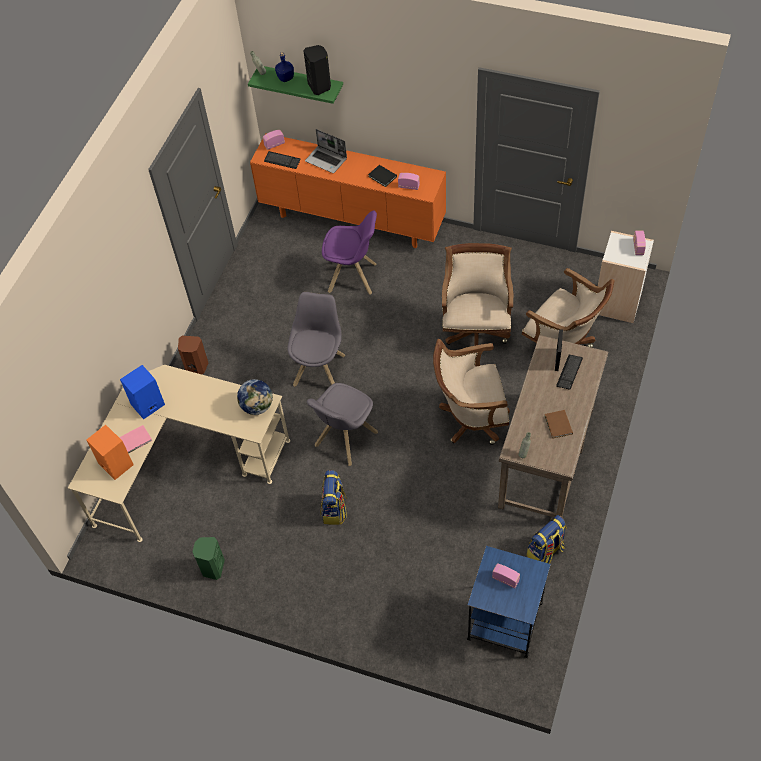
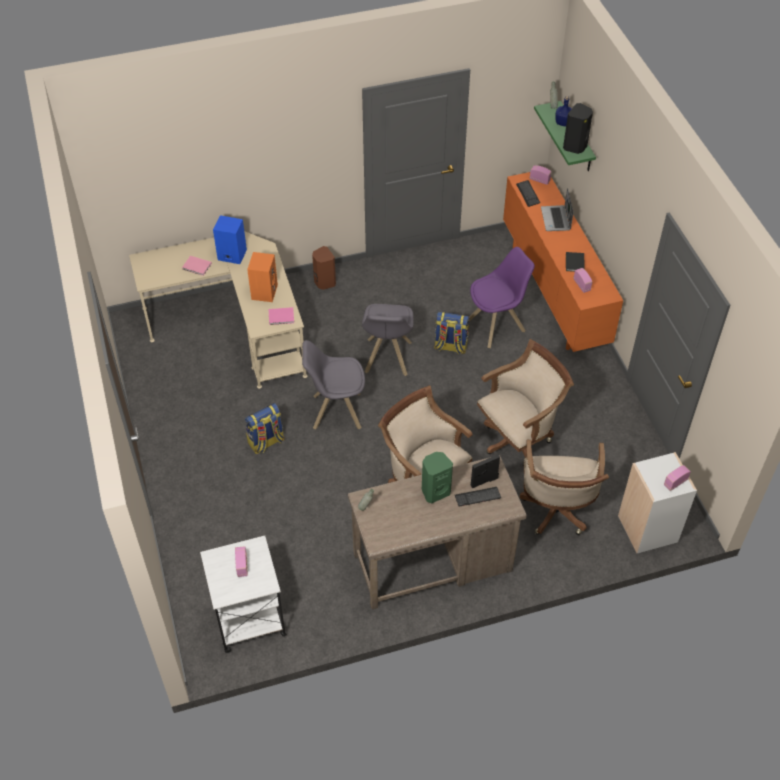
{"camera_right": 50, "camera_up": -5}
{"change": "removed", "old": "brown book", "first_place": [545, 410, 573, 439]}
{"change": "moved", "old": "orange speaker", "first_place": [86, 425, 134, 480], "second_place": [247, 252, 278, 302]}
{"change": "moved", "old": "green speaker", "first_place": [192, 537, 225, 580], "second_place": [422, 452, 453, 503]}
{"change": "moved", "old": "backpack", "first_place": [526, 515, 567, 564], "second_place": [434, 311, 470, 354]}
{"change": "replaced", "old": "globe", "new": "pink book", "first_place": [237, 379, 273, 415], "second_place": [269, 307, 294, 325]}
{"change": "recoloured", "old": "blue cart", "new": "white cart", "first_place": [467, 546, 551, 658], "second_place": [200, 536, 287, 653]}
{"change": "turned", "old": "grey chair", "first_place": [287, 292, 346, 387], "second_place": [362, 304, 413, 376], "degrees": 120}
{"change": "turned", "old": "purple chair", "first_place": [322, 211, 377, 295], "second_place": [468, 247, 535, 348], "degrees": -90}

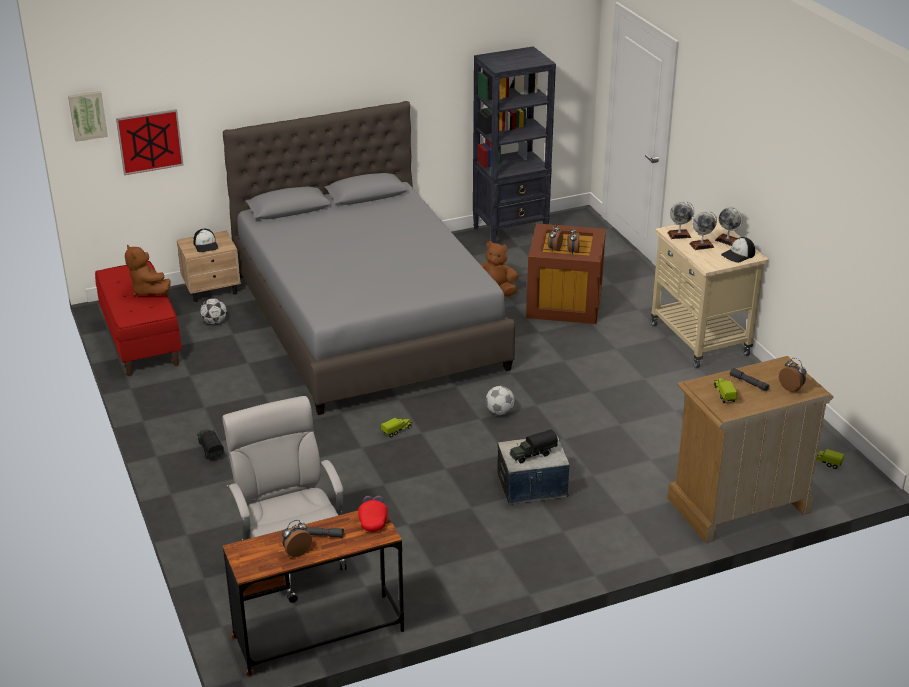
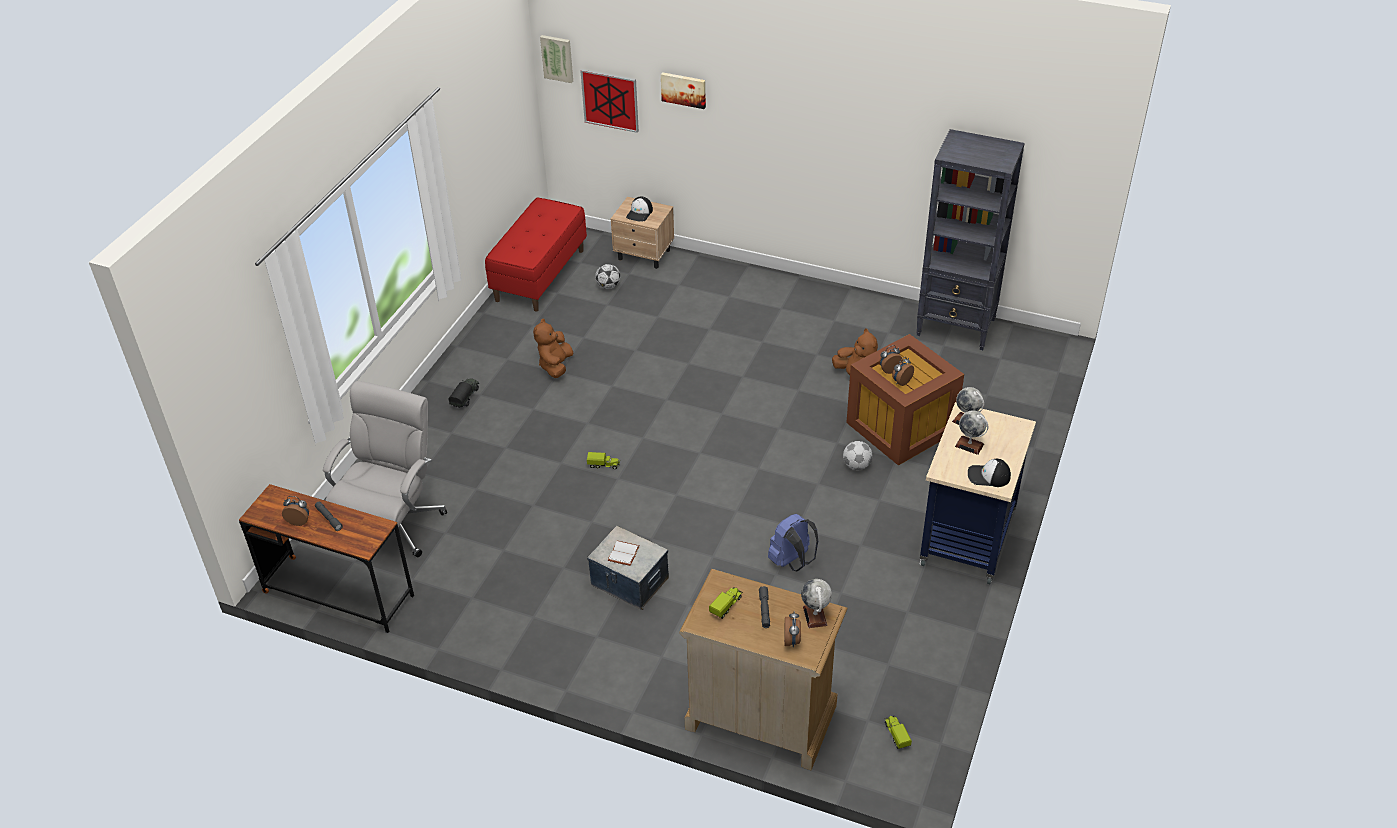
{"camera_right": 45, "camera_up": 10}
{"change": "removed", "old": "grey bed", "first_place": [223, 101, 516, 415]}
{"change": "removed", "old": "red cap", "first_place": [358, 496, 388, 532]}
{"change": "added", "new": "picture", "second_place": [661, 72, 706, 109]}
{"change": "added", "new": "blue backpack", "second_place": [768, 514, 818, 571]}
{"change": "moved", "old": "brown plush toy", "first_place": [125, 245, 171, 296], "second_place": [533, 319, 573, 378]}
{"change": "moved", "old": "football", "first_place": [486, 386, 515, 415], "second_place": [843, 441, 873, 470]}
{"change": "moved", "old": "globe", "first_place": [715, 207, 743, 246], "second_place": [801, 579, 832, 628]}
{"change": "replaced", "old": "toy truck", "new": "white book", "first_place": [510, 430, 558, 463], "second_place": [608, 541, 640, 566]}
{"change": "recoloured", "old": "beige cart", "new": "blue cart", "first_place": [650, 217, 769, 368], "second_place": [919, 402, 1036, 584]}

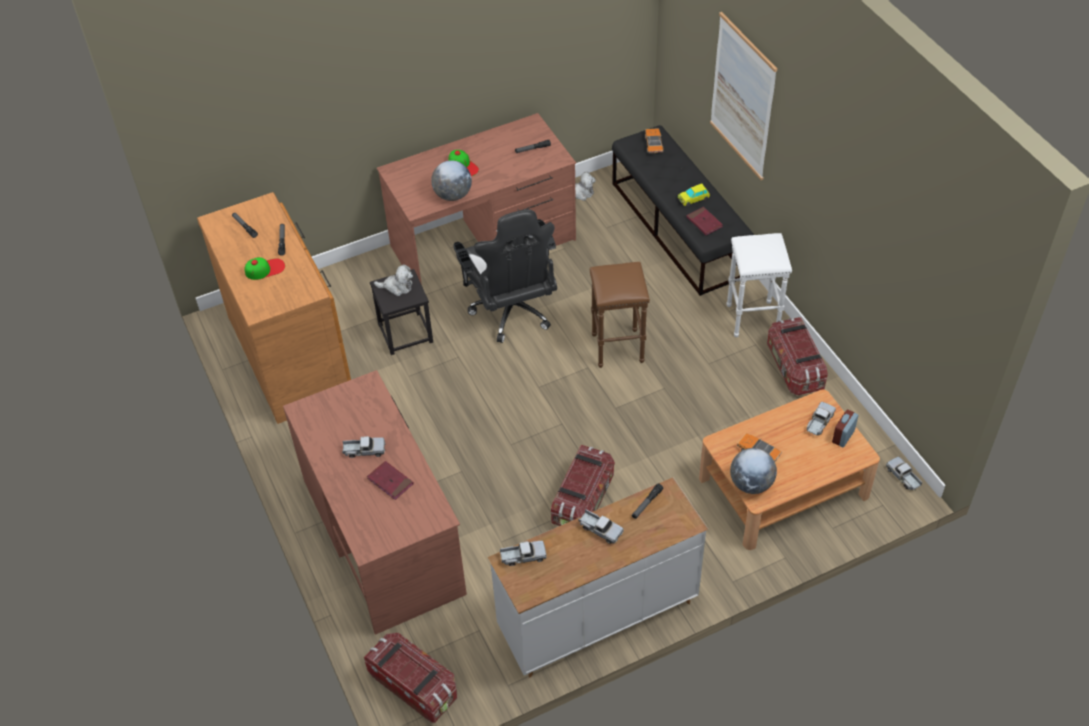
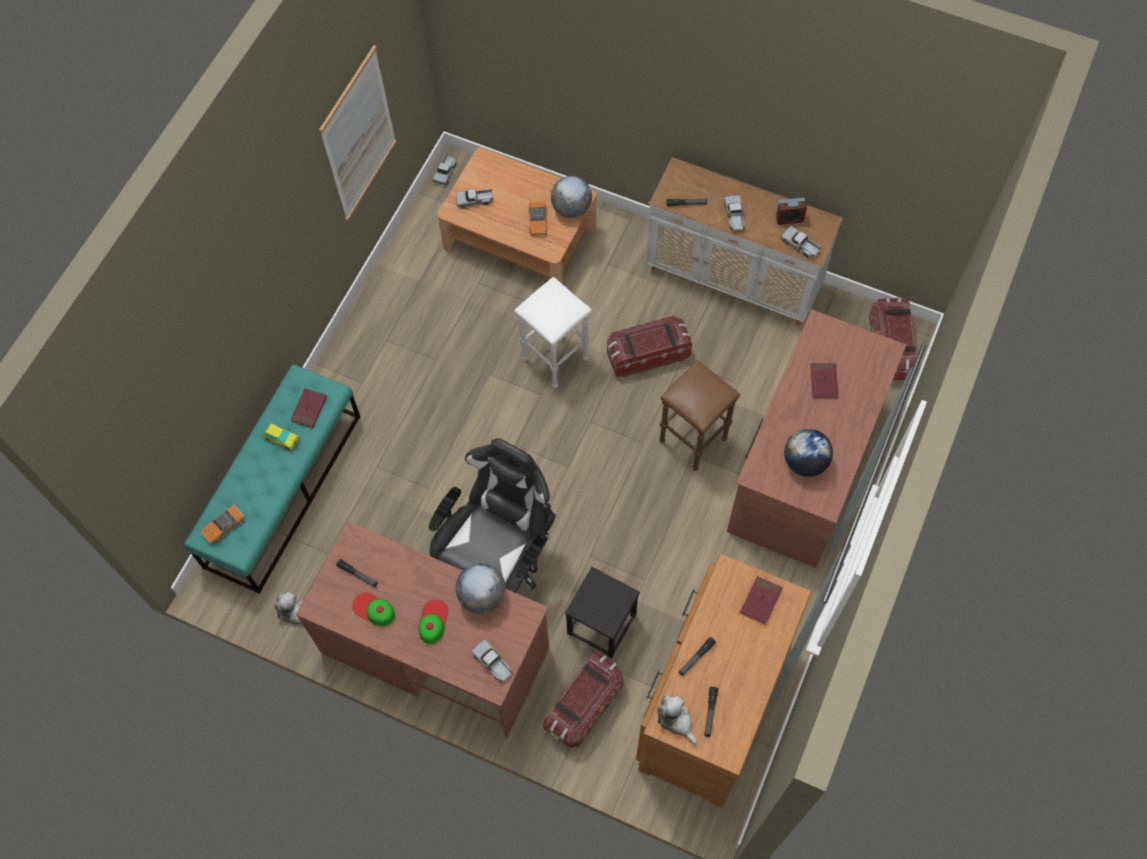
{"camera_right": -130, "camera_up": 15}
{"change": "added", "new": "red book", "second_place": [740, 576, 782, 625]}
{"change": "added", "new": "globe", "second_place": [784, 429, 833, 477]}
{"change": "moved", "old": "cap", "first_place": [244, 257, 285, 280], "second_place": [352, 592, 395, 626]}
{"change": "moved", "old": "toy truck", "first_place": [342, 436, 385, 458], "second_place": [471, 639, 513, 682]}
{"change": "moved", "old": "plush toy", "first_place": [374, 265, 413, 296], "second_place": [657, 695, 696, 745]}
{"change": "moved", "old": "brown stool", "first_place": [589, 262, 650, 368], "second_place": [659, 360, 740, 471]}
{"change": "moved", "old": "picture", "first_place": [710, 12, 777, 180], "second_place": [319, 45, 396, 221]}
{"change": "moved", "old": "white stool", "first_place": [727, 233, 792, 337], "second_place": [514, 277, 592, 388]}
{"change": "moved", "old": "storage box", "first_place": [767, 317, 828, 395], "second_place": [543, 651, 624, 748]}
{"change": "moved", "old": "alarm clock", "first_place": [832, 410, 858, 448], "second_place": [775, 198, 807, 225]}
{"change": "recoloured", "old": "black bench", "new": "turquoise bench", "first_place": [612, 125, 754, 296], "second_place": [185, 365, 360, 594]}

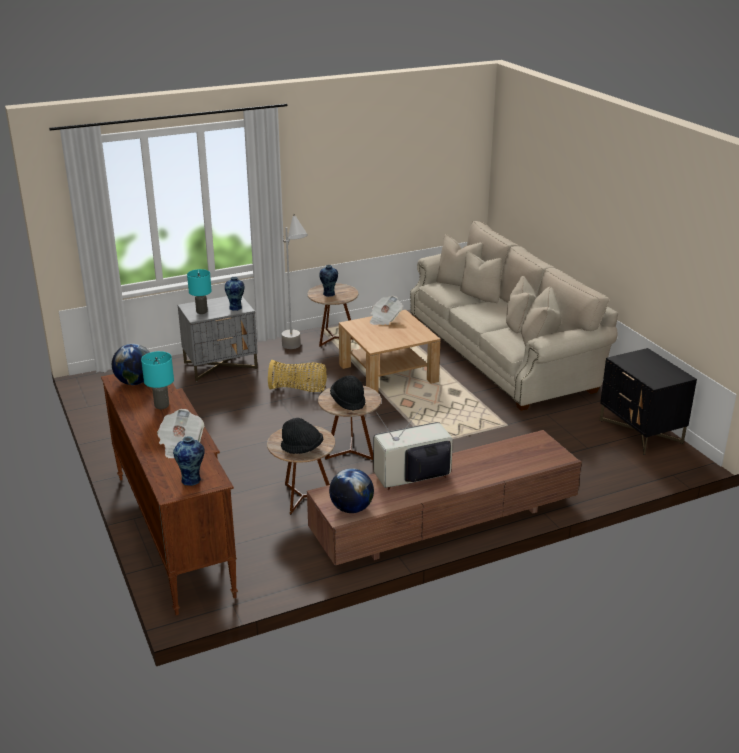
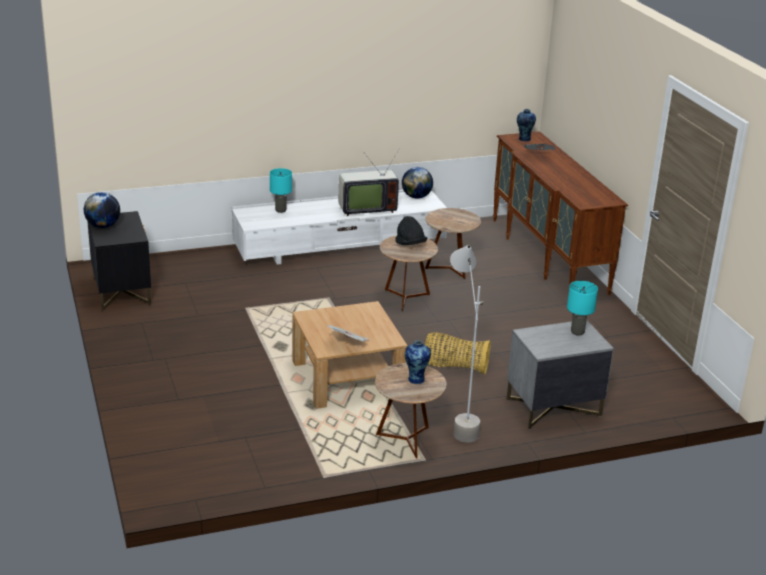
{"camera_right": -175, "camera_up": 0}
{"change": "removed", "old": "vase", "first_place": [225, 277, 244, 311]}
{"change": "removed", "old": "black hat", "first_place": [281, 418, 323, 454]}
{"change": "removed", "old": "beige sofa", "first_place": [410, 221, 618, 411]}
{"change": "moved", "old": "globe", "first_place": [112, 344, 150, 385], "second_place": [84, 192, 120, 228]}
{"change": "moved", "old": "turquoise table lamp", "first_place": [141, 351, 174, 409], "second_place": [270, 168, 292, 213]}
{"change": "recoloured", "old": "brown tv stand", "new": "white tv stand", "first_place": [307, 430, 582, 565], "second_place": [232, 190, 447, 265]}

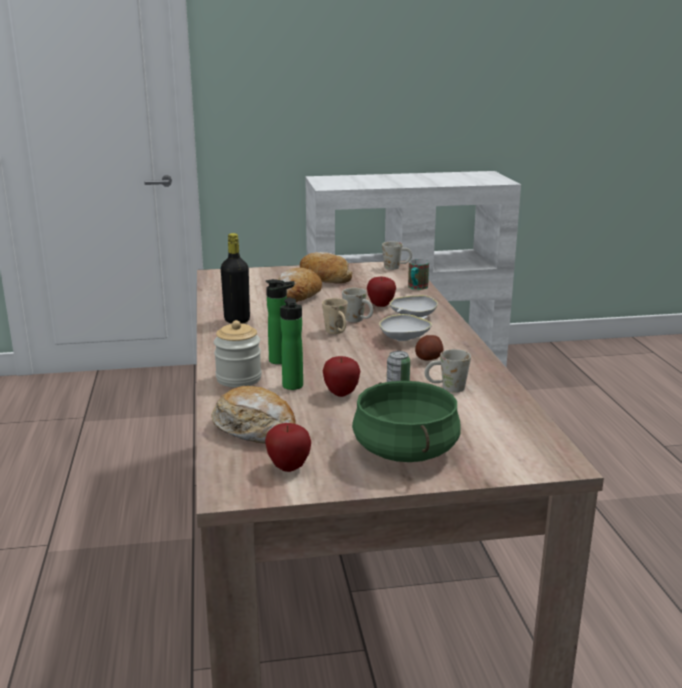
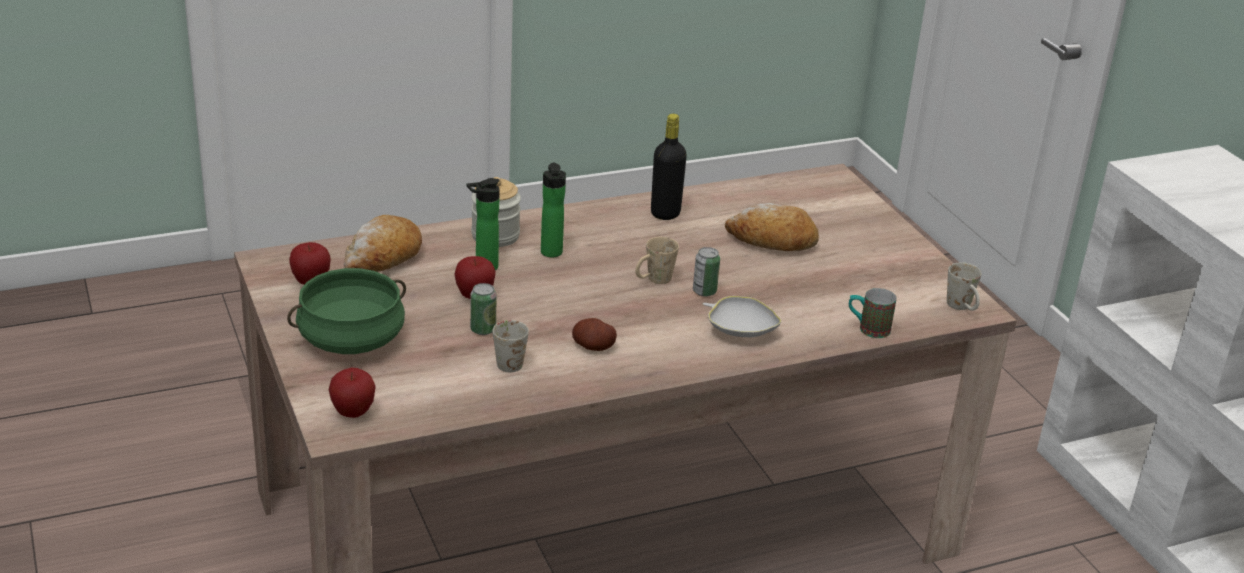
{"camera_right": 75, "camera_up": 10}
{"change": "removed", "old": "bread", "first_place": [300, 252, 352, 284]}
{"change": "removed", "old": "white bowl", "first_place": [379, 314, 432, 341]}
{"change": "moved", "old": "apple", "first_place": [367, 276, 396, 307], "second_place": [329, 368, 376, 418]}
{"change": "replaced", "old": "white mug", "new": "can", "first_place": [342, 288, 373, 322], "second_place": [693, 247, 720, 297]}

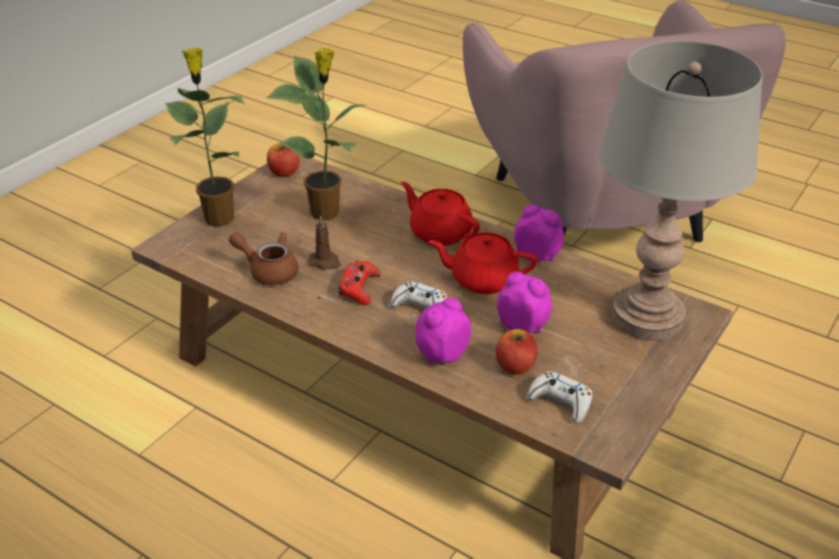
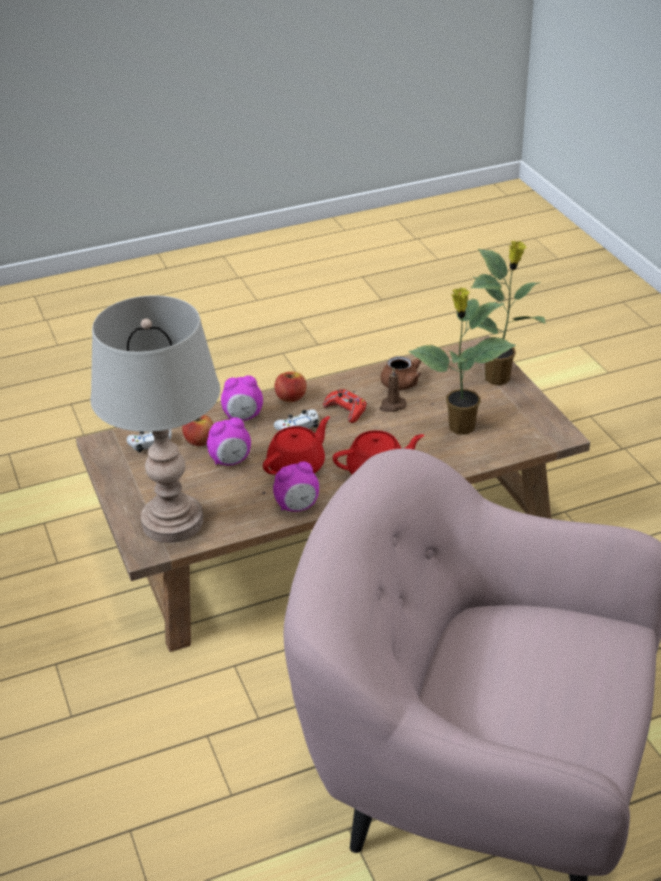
{"camera_right": 125, "camera_up": 0}
{"change": "moved", "old": "apple", "first_place": [267, 144, 300, 177], "second_place": [275, 371, 307, 402]}
{"change": "turned", "old": "alarm clock", "first_place": [415, 298, 471, 364], "second_place": [221, 376, 263, 421], "degrees": 90}

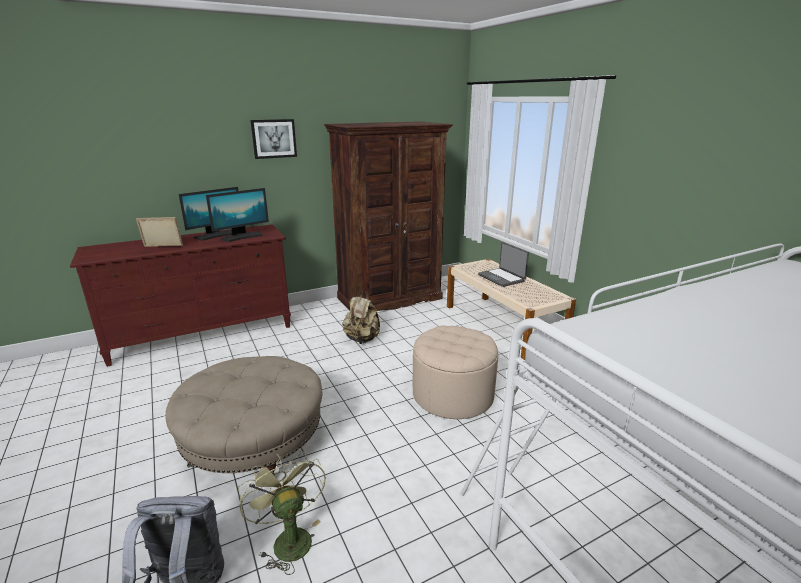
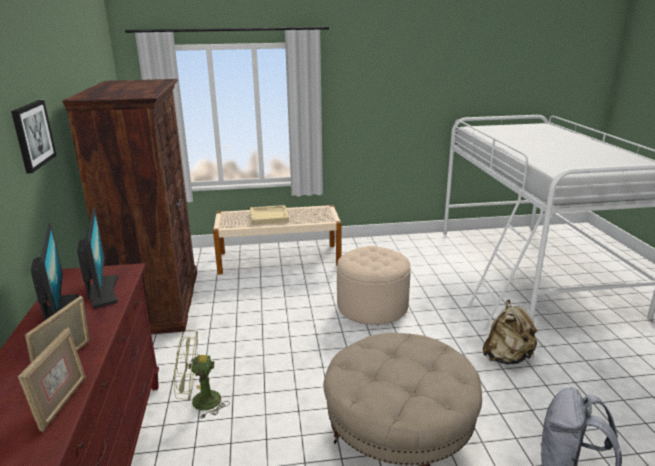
{"camera_right": -70, "camera_up": 0}
{"change": "added", "new": "picture frame", "second_place": [18, 327, 86, 432]}
{"change": "moved", "old": "green fan", "first_place": [238, 451, 326, 575], "second_place": [174, 331, 230, 419]}
{"change": "moved", "old": "beige backpack", "first_place": [342, 292, 380, 344], "second_place": [483, 300, 538, 365]}
{"change": "replaced", "old": "laptop", "new": "beige tray", "first_place": [478, 242, 529, 287], "second_place": [250, 205, 289, 225]}

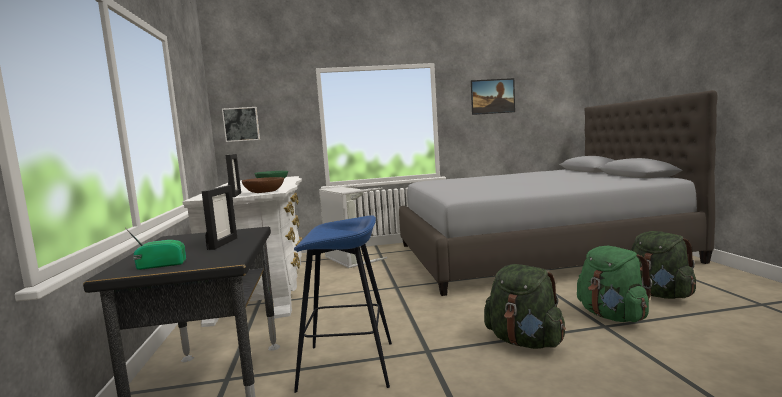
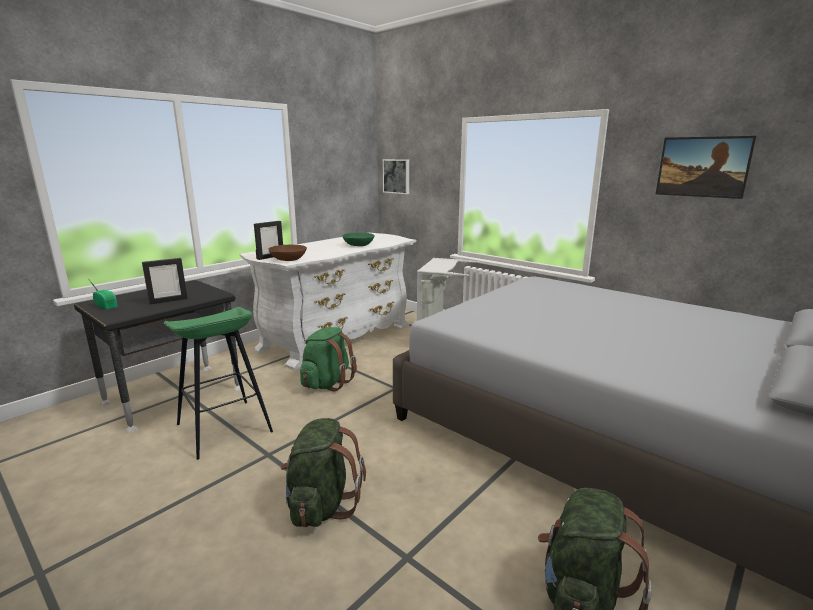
{"camera_right": 50, "camera_up": 10}
{"change": "moved", "old": "green backpack", "first_place": [577, 246, 652, 322], "second_place": [300, 327, 357, 391]}
{"change": "recoloured", "old": "blue stool", "new": "green stool", "first_place": [294, 215, 392, 393], "second_place": [164, 307, 273, 460]}

